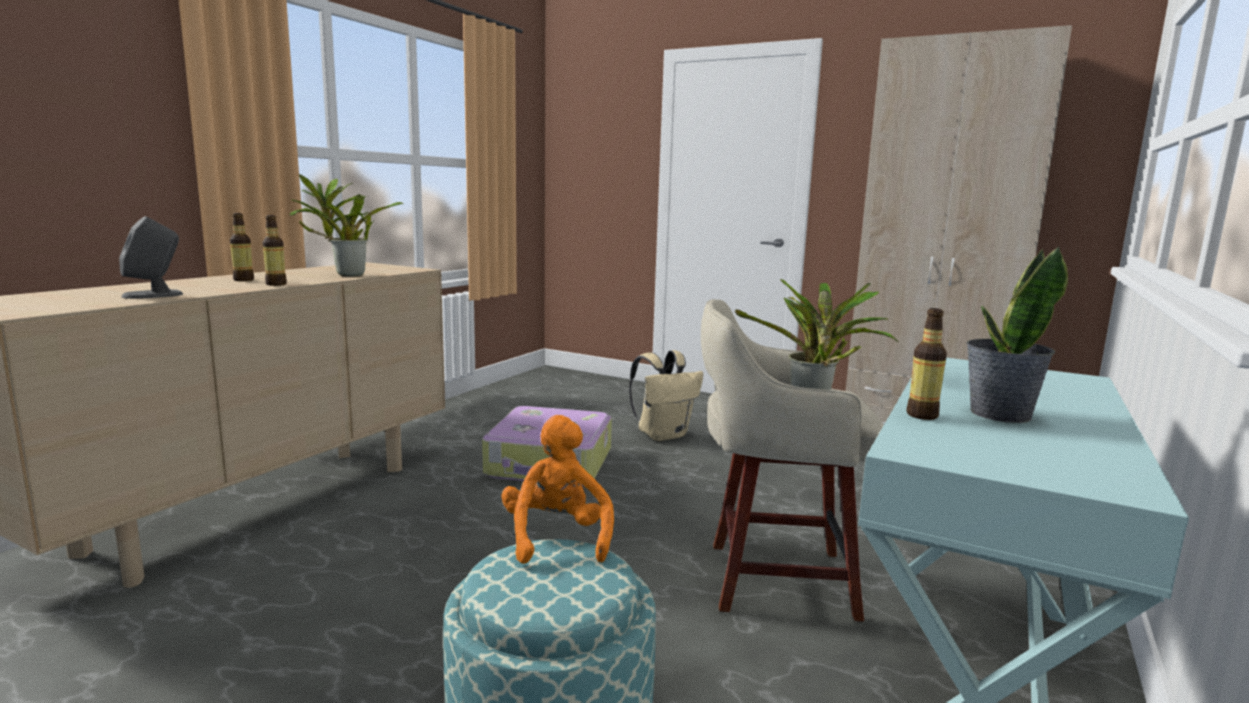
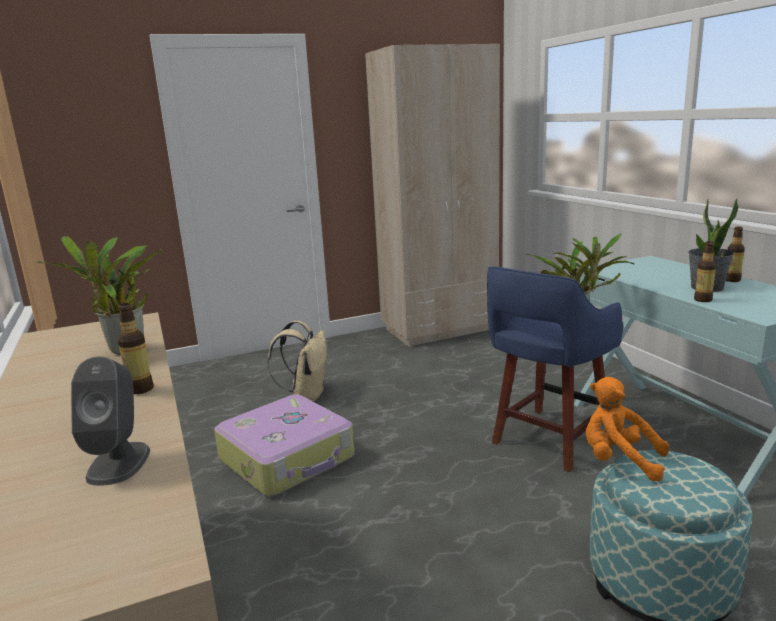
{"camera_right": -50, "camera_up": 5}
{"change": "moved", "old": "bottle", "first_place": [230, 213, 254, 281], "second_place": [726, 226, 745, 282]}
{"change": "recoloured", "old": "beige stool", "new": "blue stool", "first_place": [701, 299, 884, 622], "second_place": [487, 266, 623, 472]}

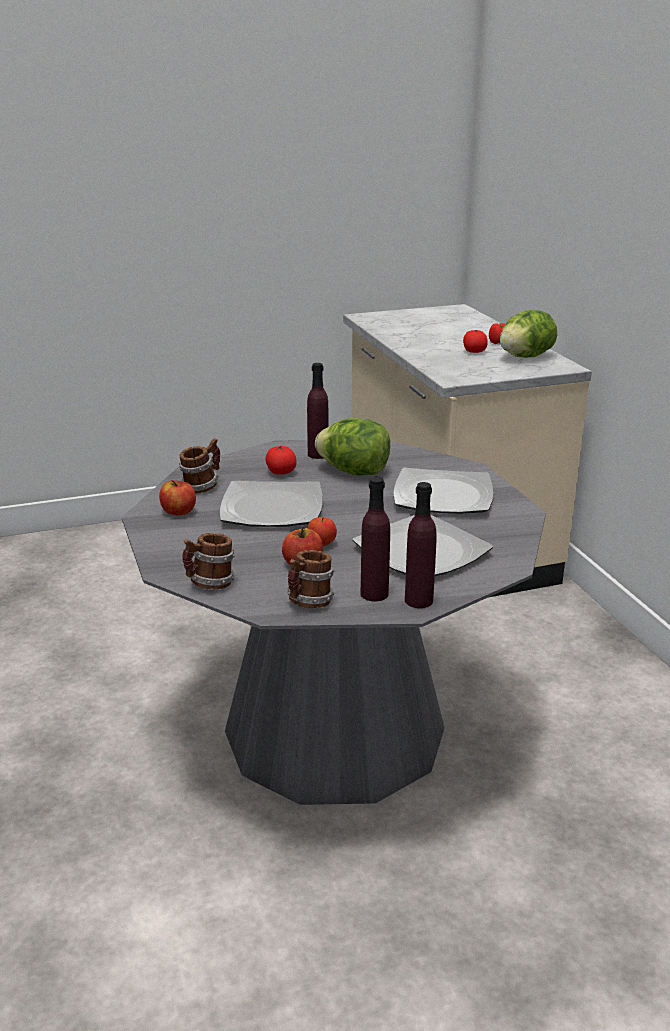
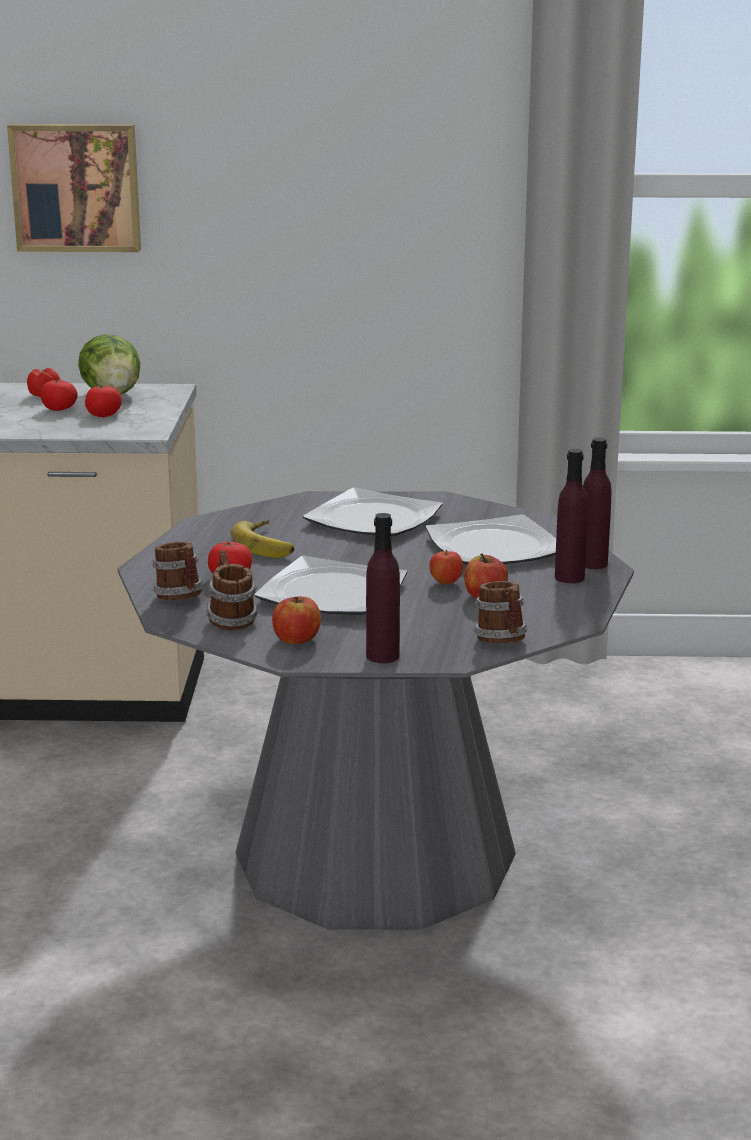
{"camera_right": -70, "camera_up": -5}
{"change": "added", "new": "picture", "second_place": [7, 124, 141, 252]}
{"change": "added", "new": "tomato", "second_place": [85, 386, 122, 417]}
{"change": "moved", "old": "mug", "first_place": [287, 550, 334, 608], "second_place": [152, 542, 203, 600]}
{"change": "moved", "old": "purple bottle", "first_place": [307, 363, 328, 459], "second_place": [366, 513, 400, 663]}
{"change": "replaced", "old": "lettuce", "new": "banana", "first_place": [315, 418, 390, 476], "second_place": [231, 520, 294, 558]}

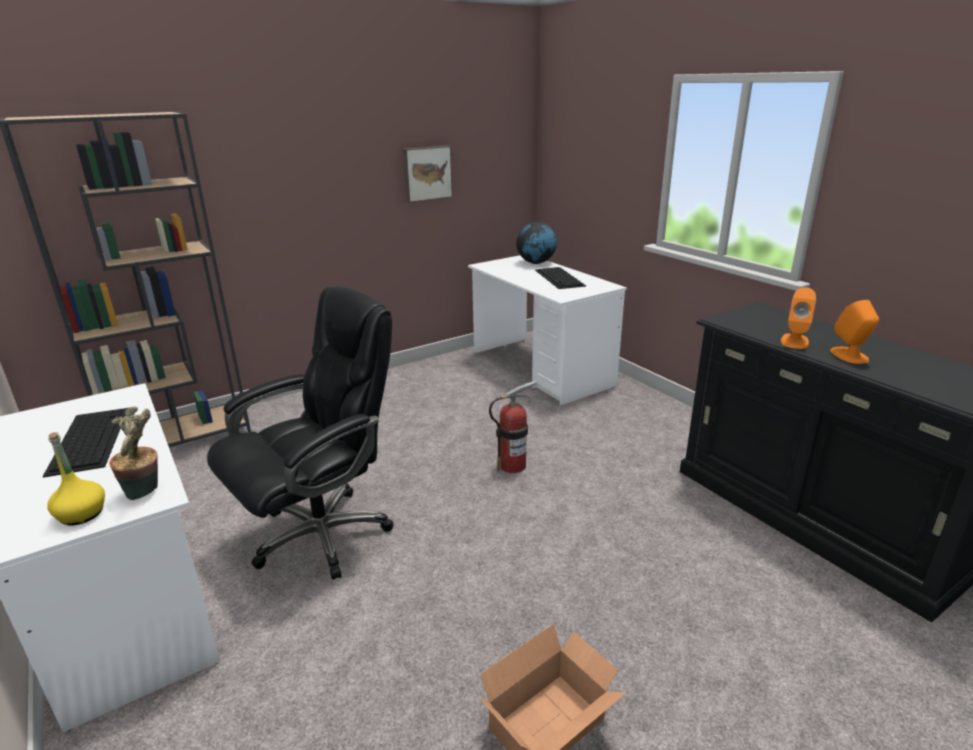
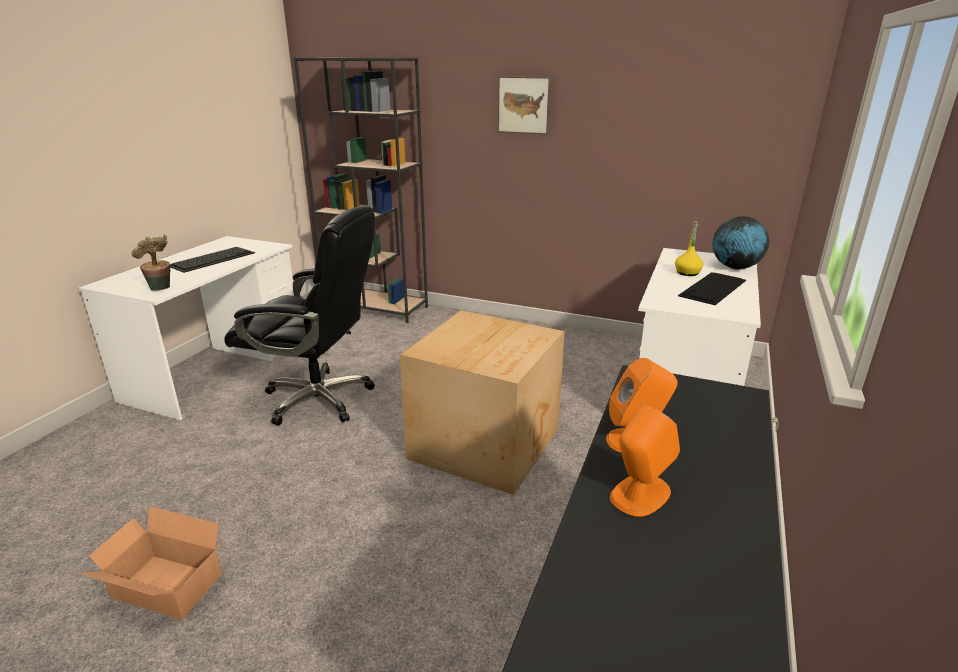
{"camera_right": 55, "camera_up": 0}
{"change": "moved", "old": "yellow bottle", "first_place": [47, 432, 105, 525], "second_place": [675, 221, 704, 276]}
{"change": "moved", "old": "picture", "first_place": [403, 145, 453, 202], "second_place": [498, 76, 552, 134]}
{"change": "replaced", "old": "fire extinguisher", "new": "cardboard box", "first_place": [489, 380, 537, 473], "second_place": [400, 310, 565, 495]}

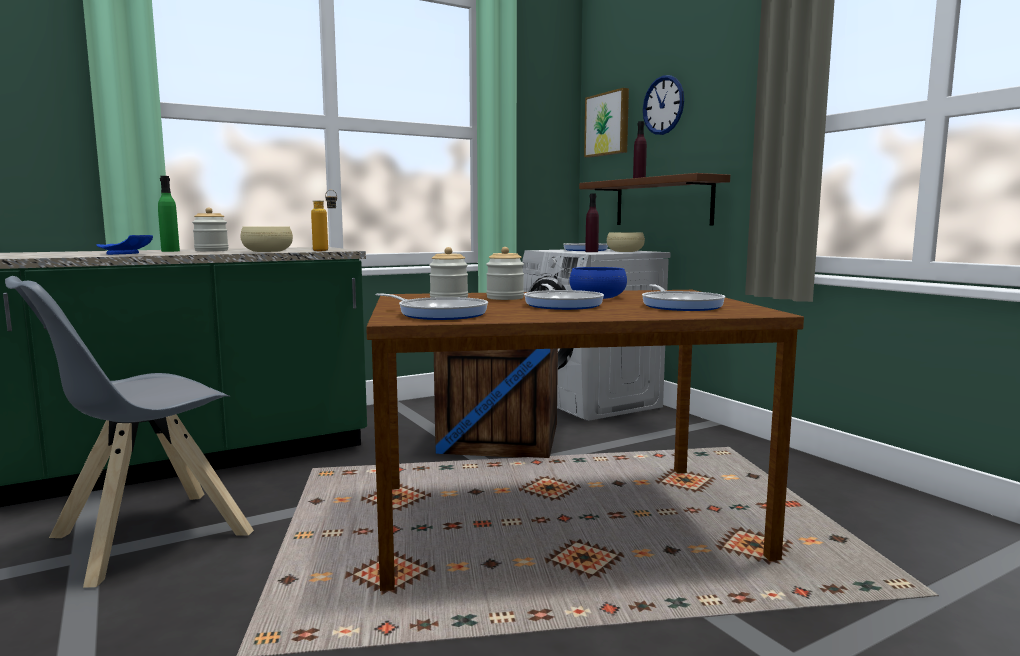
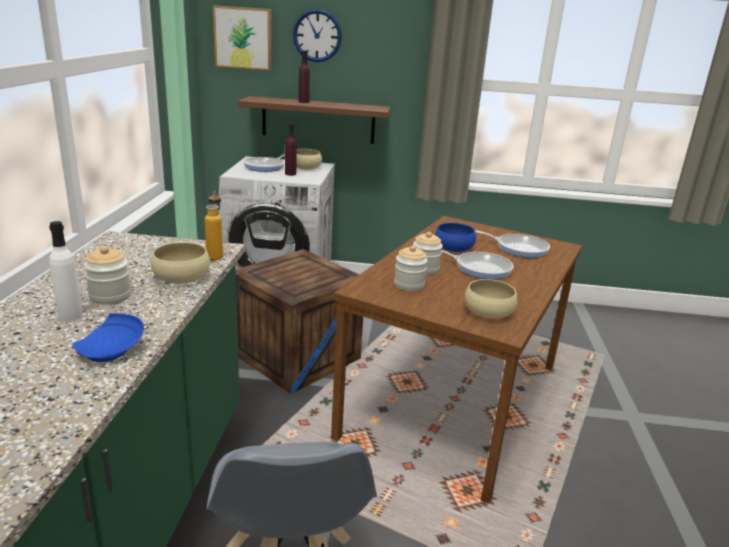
{"camera_right": -55, "camera_up": 15}
{"change": "replaced", "old": "frying pan", "new": "beige bowl", "first_place": [375, 293, 488, 320], "second_place": [465, 279, 517, 319]}
{"change": "recoloured", "old": "green bottle", "new": "white bottle", "first_place": [158, 176, 180, 252], "second_place": [49, 221, 83, 322]}

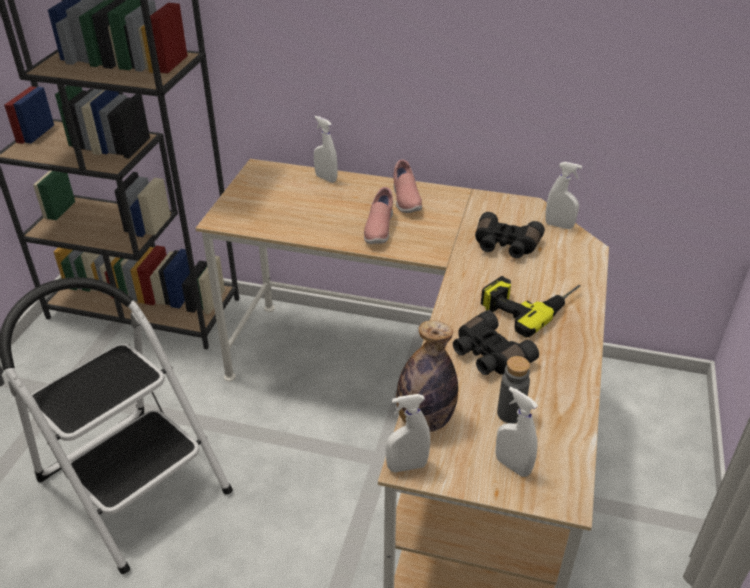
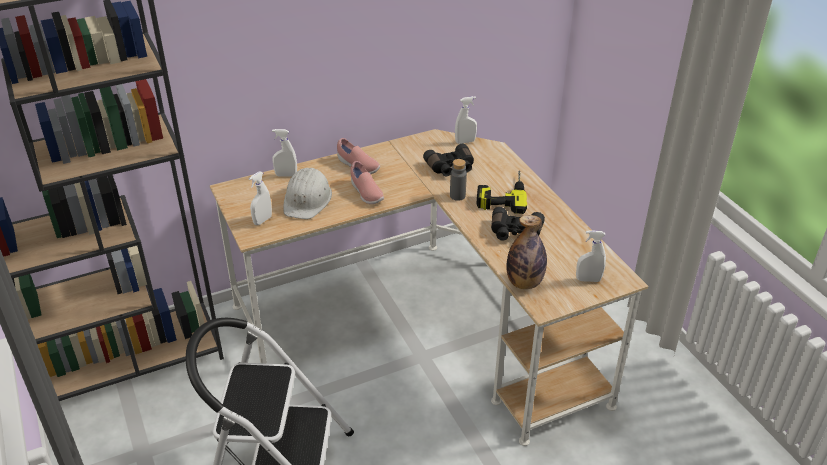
{"camera_right": -40, "camera_up": 0}
{"change": "added", "new": "white hard hat", "second_place": [283, 168, 332, 219]}
{"change": "moved", "old": "white spray bottle", "first_place": [385, 394, 430, 472], "second_place": [249, 171, 272, 225]}
{"change": "moved", "old": "grey bottle", "first_place": [497, 356, 530, 424], "second_place": [450, 159, 467, 201]}

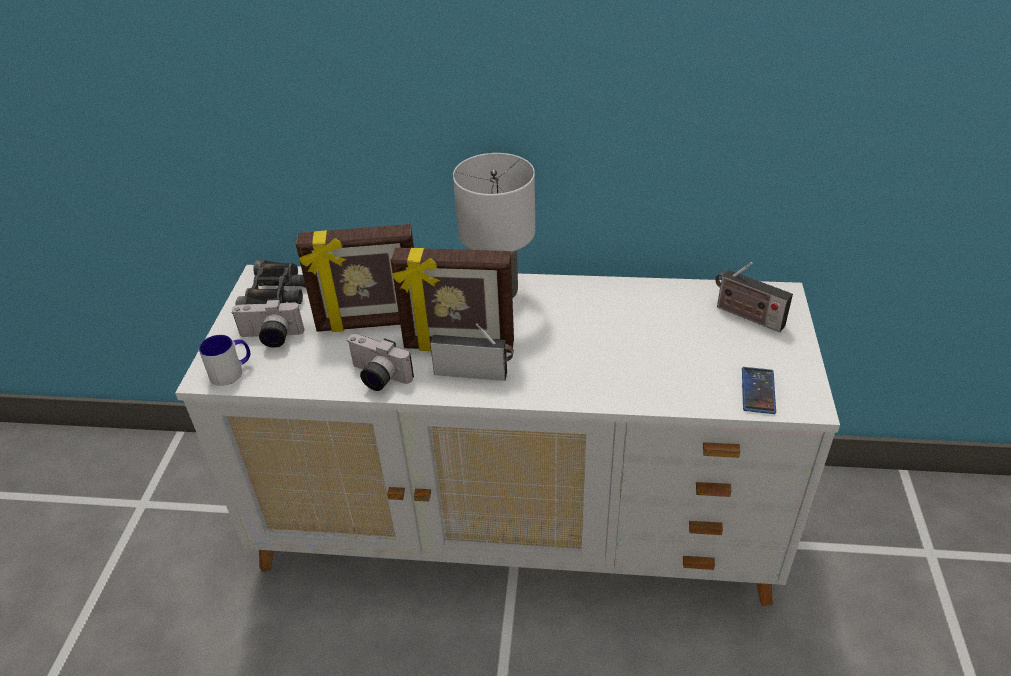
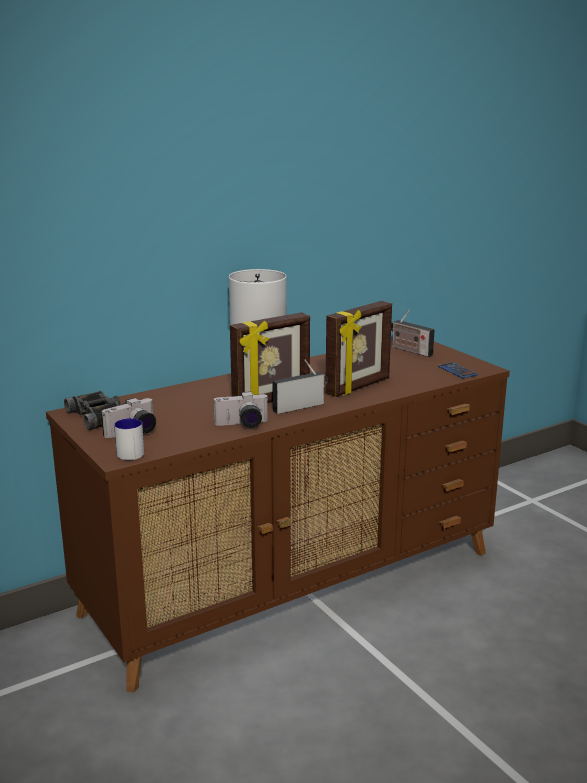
{"camera_right": -40, "camera_up": -20}
{"change": "moved", "old": "picture frame", "first_place": [296, 224, 414, 332], "second_place": [325, 301, 392, 397]}
{"change": "recoloured", "old": "white dresser", "new": "brown dresser", "first_place": [175, 265, 840, 606], "second_place": [46, 340, 510, 693]}
{"change": "turned", "old": "radio", "first_place": [715, 262, 793, 332], "second_place": [391, 310, 435, 357], "degrees": 45}

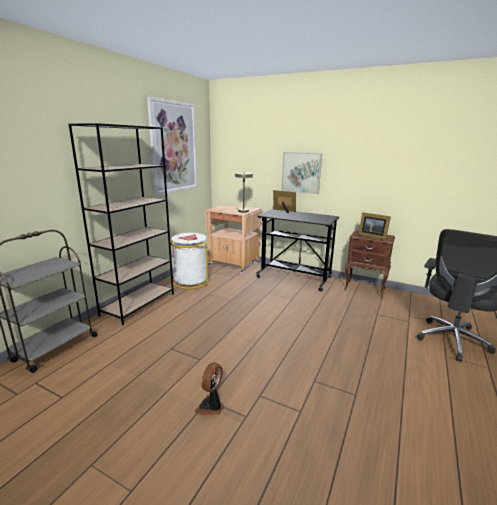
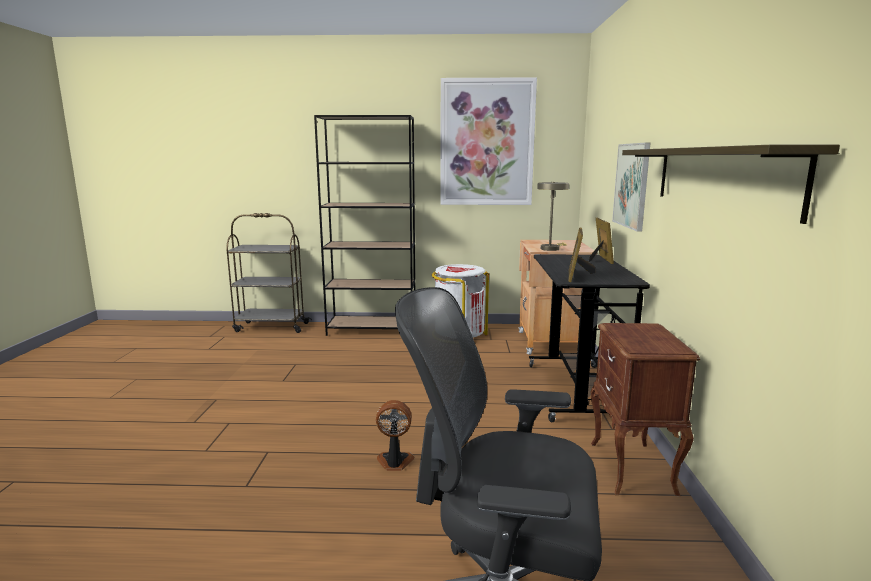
{"camera_right": 65, "camera_up": -5}
{"change": "added", "new": "shelf", "second_place": [622, 145, 840, 224]}
{"change": "moved", "old": "fan", "first_place": [195, 362, 224, 415], "second_place": [376, 400, 415, 471]}
{"change": "moved", "old": "picture frame", "first_place": [358, 212, 391, 240], "second_place": [569, 228, 596, 282]}

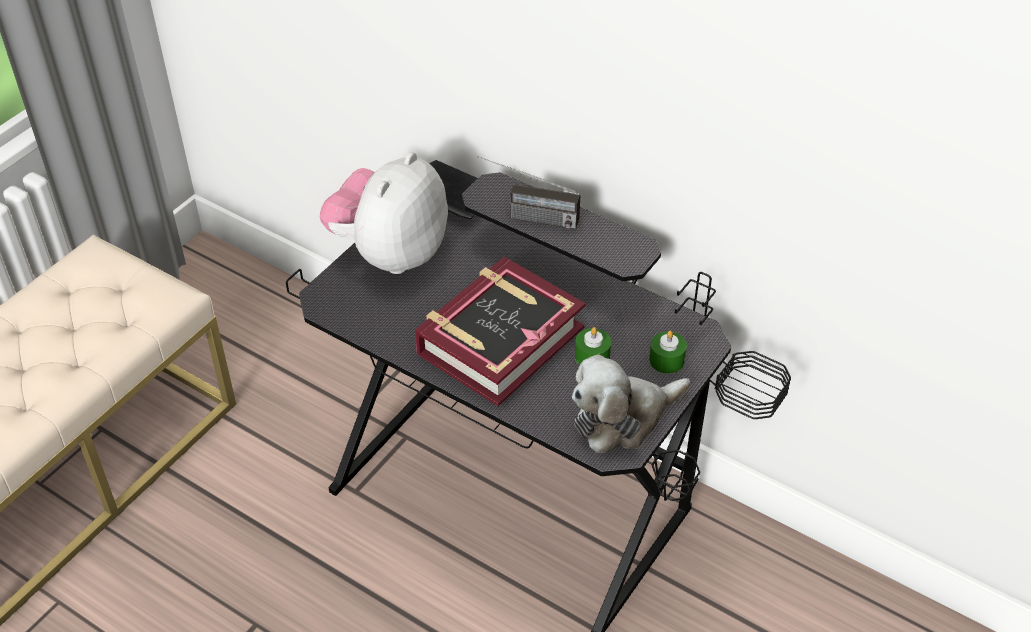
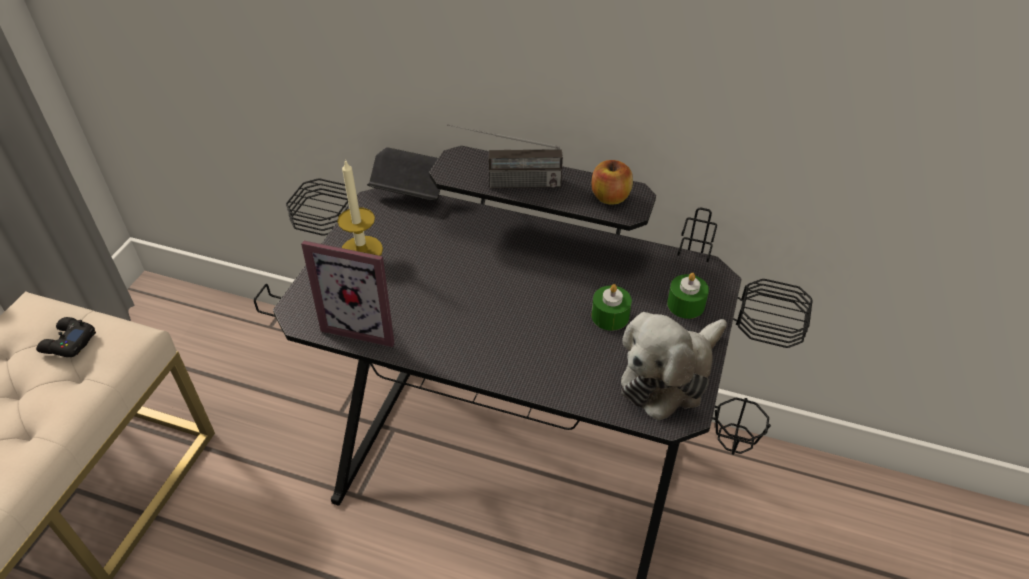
{"camera_right": -15, "camera_up": 0}
{"change": "removed", "old": "book", "first_place": [415, 257, 585, 406]}
{"change": "added", "new": "black game controller", "second_place": [36, 317, 96, 357]}
{"change": "added", "new": "picture frame", "second_place": [301, 241, 395, 347]}
{"change": "added", "new": "apple", "second_place": [592, 160, 633, 205]}
{"change": "replaced", "old": "plush toy", "new": "candle", "first_place": [320, 152, 448, 274], "second_place": [338, 159, 383, 256]}

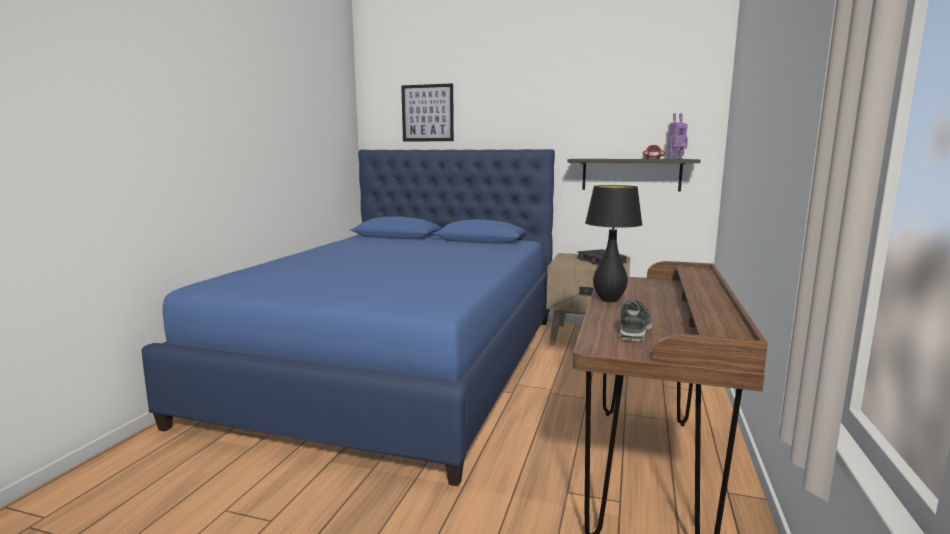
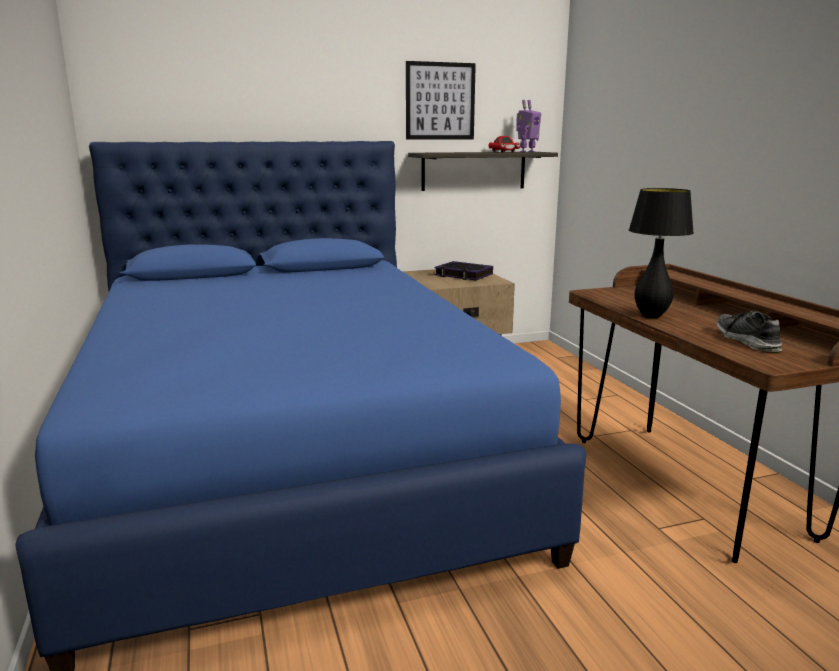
{"camera_right": -35, "camera_up": 5}
{"change": "moved", "old": "picture", "first_place": [401, 83, 454, 142], "second_place": [406, 61, 476, 140]}

